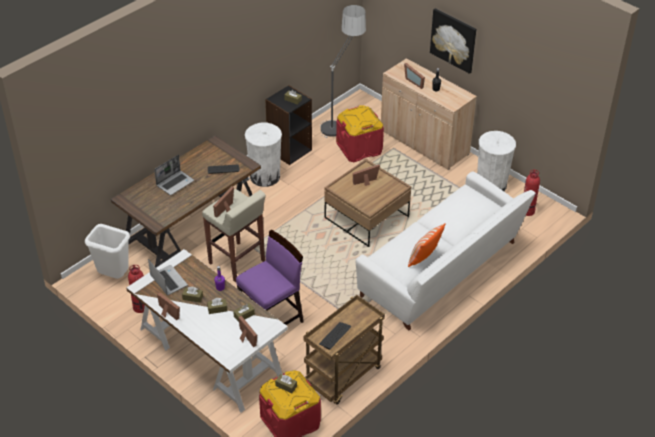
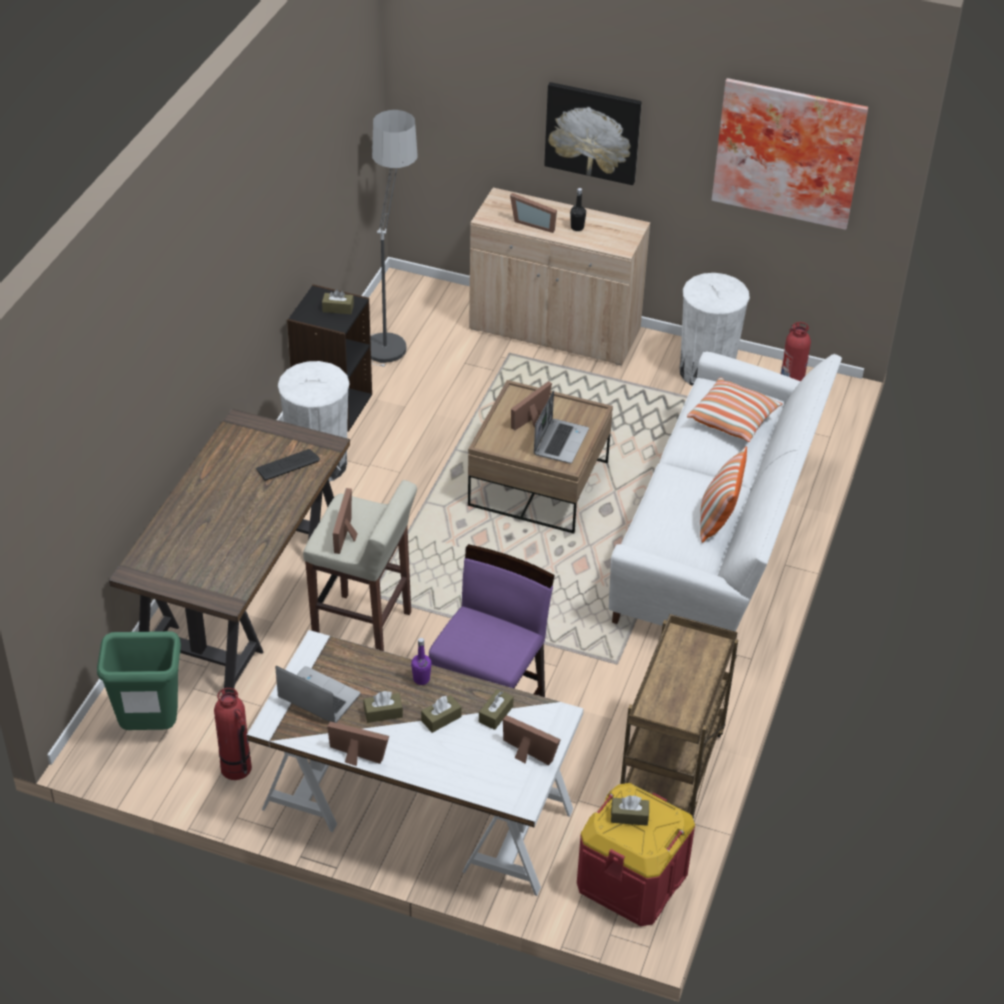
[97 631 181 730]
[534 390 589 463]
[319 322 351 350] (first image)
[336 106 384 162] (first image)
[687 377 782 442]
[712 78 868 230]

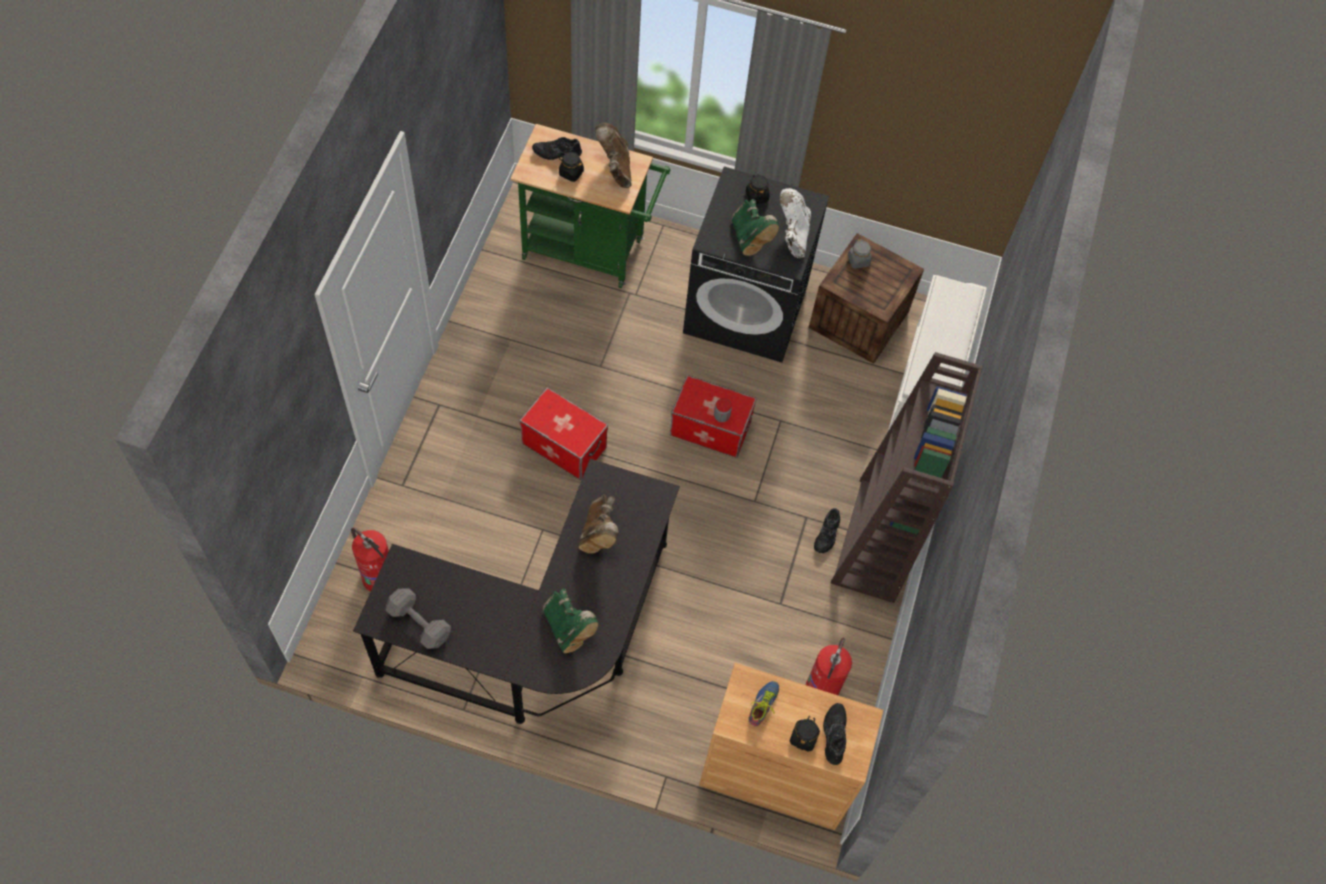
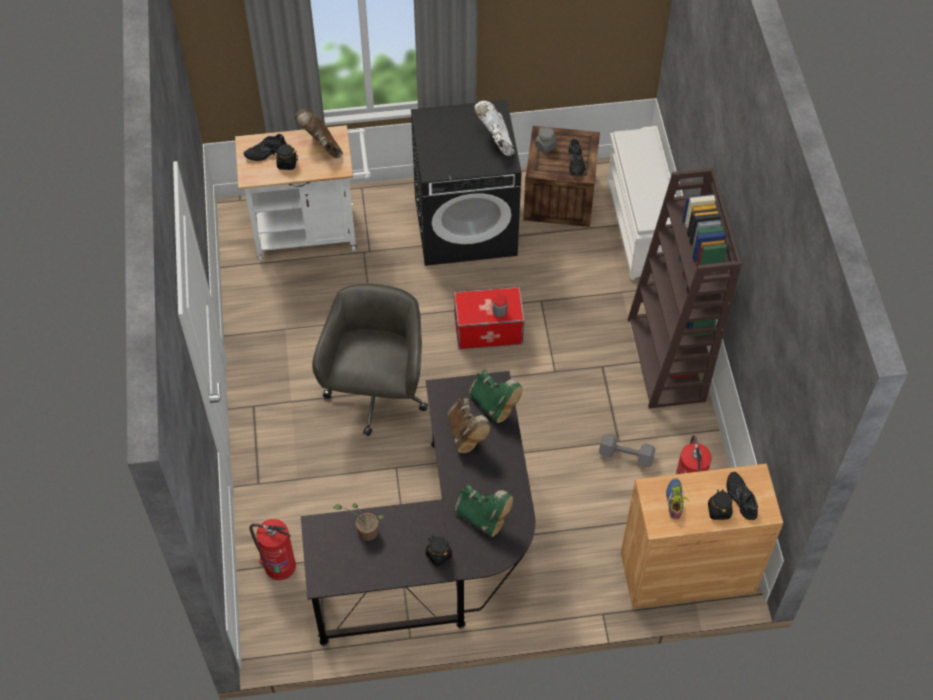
[599 434 655 467]
[235 125 371 261]
[312 283 428 436]
[468 370 523 423]
[426 535 452 566]
[569 138 585 176]
[333 503 385 541]

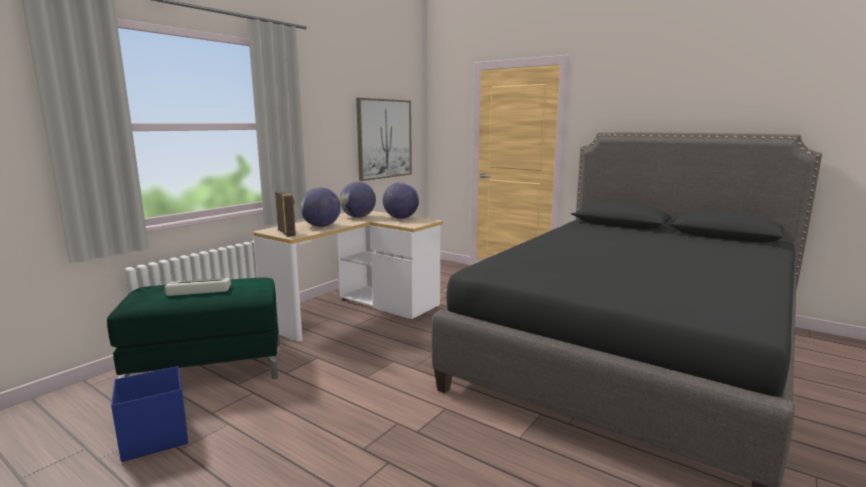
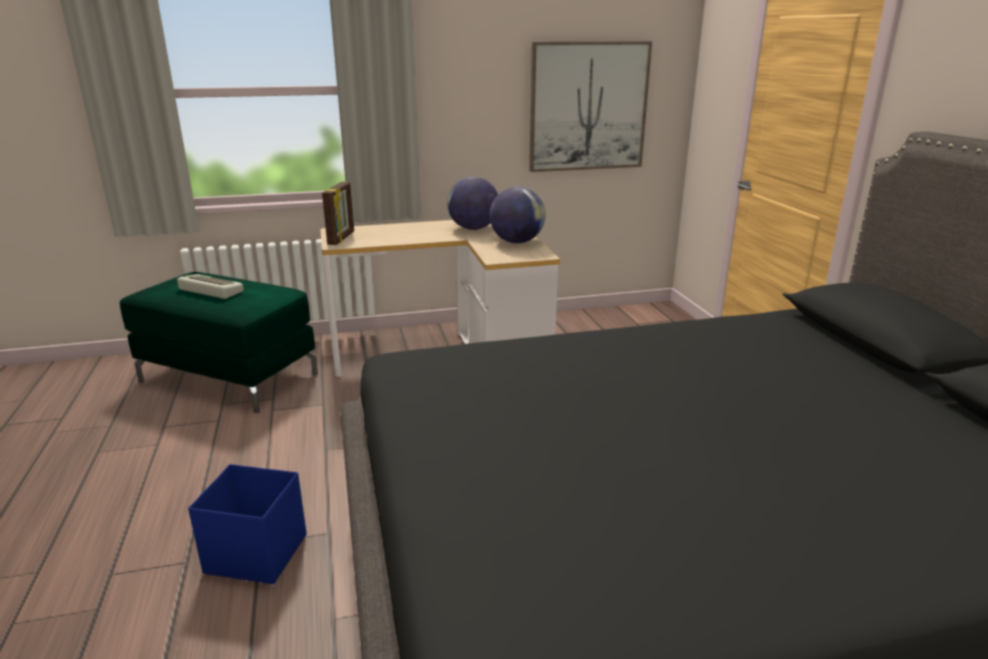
[188 464 307 584]
[300 187 341 227] (first image)

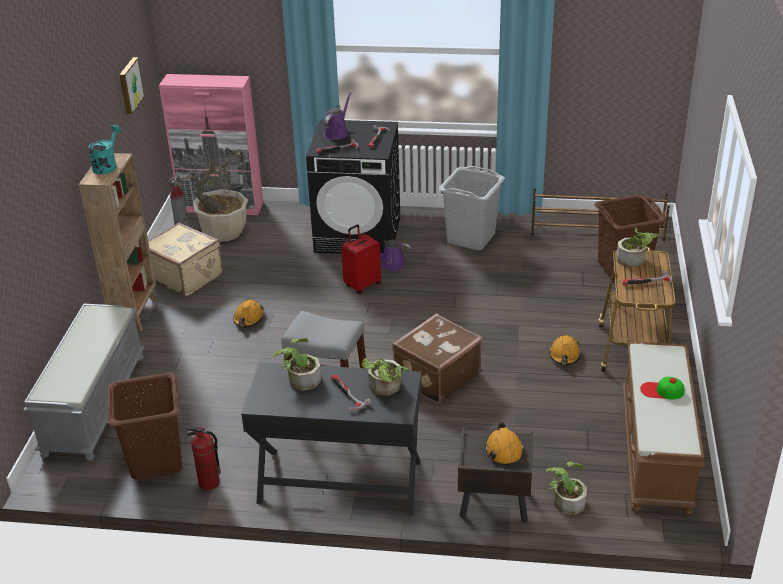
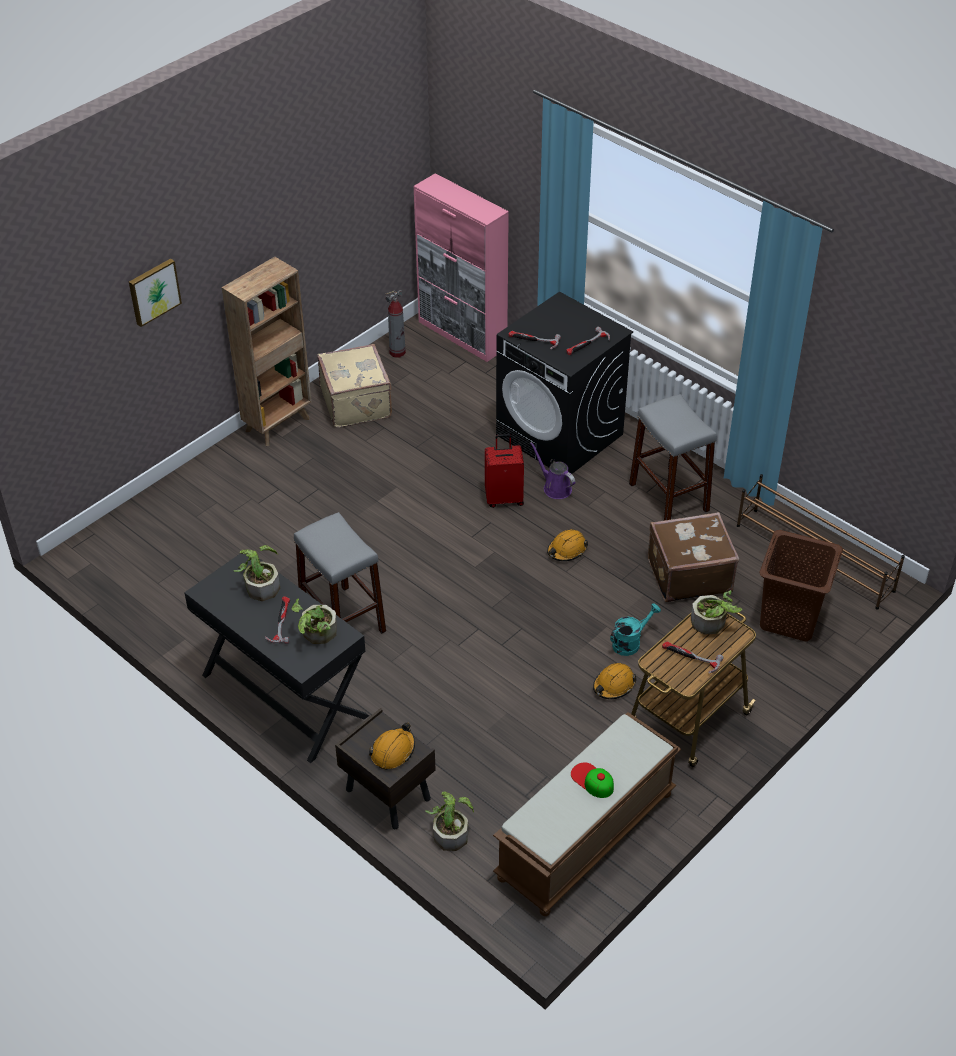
[23 304 145 461] (first image)
[610 603 661 656]
[108 372 182 480] (first image)
[129 258 182 327]
[179 149 248 242] (first image)
[186 426 221 490] (first image)
[547 529 588 561]
[324 93 351 140] (first image)
[648 512 739 602]
[629 394 717 520]

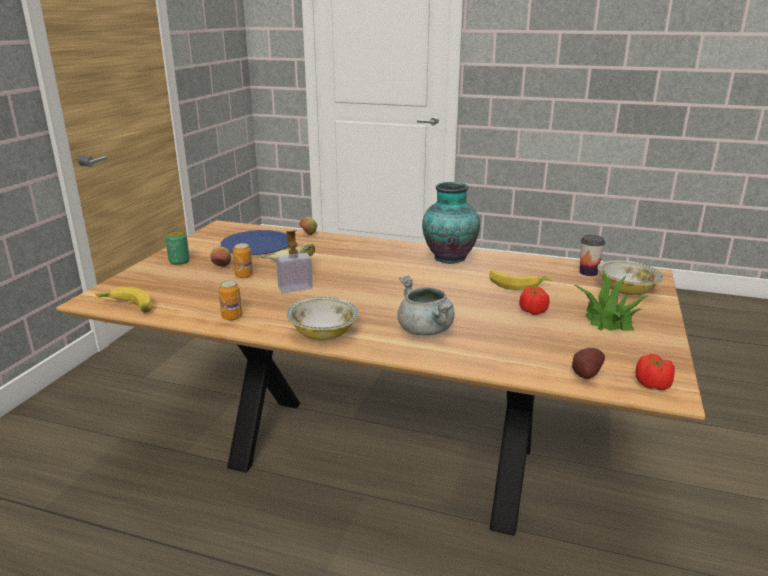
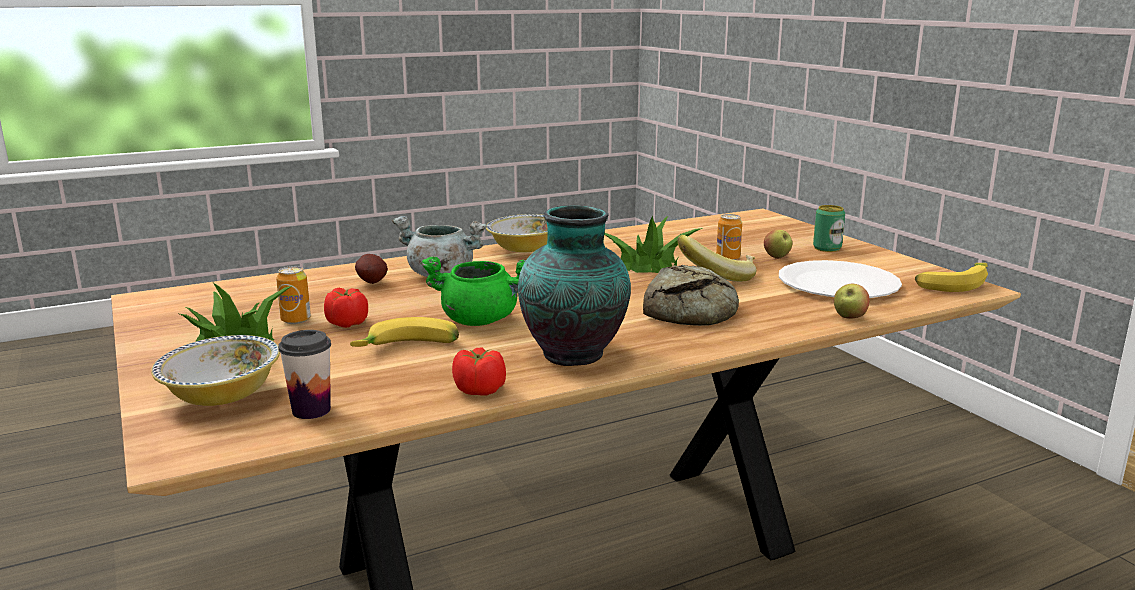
[915 263 988 292]
[276 266 311 324]
[779 260 902 298]
[604 215 703 273]
[355 254 388 284]
[452 347 506 396]
[421 256 526 326]
[643 265 739 326]

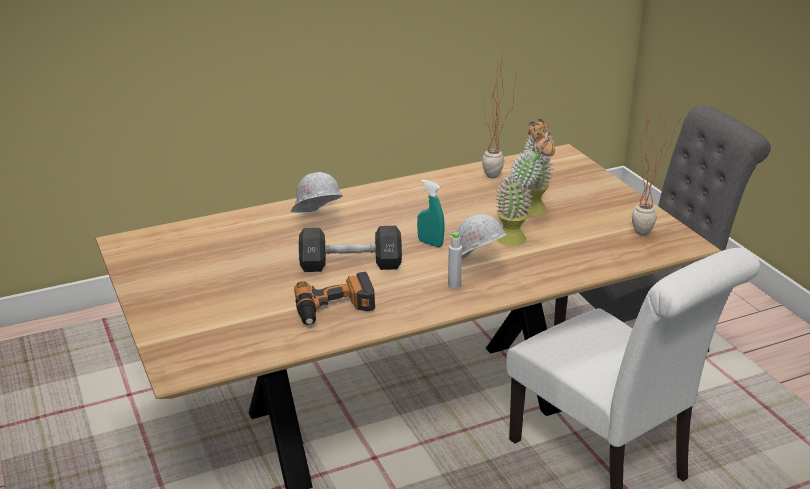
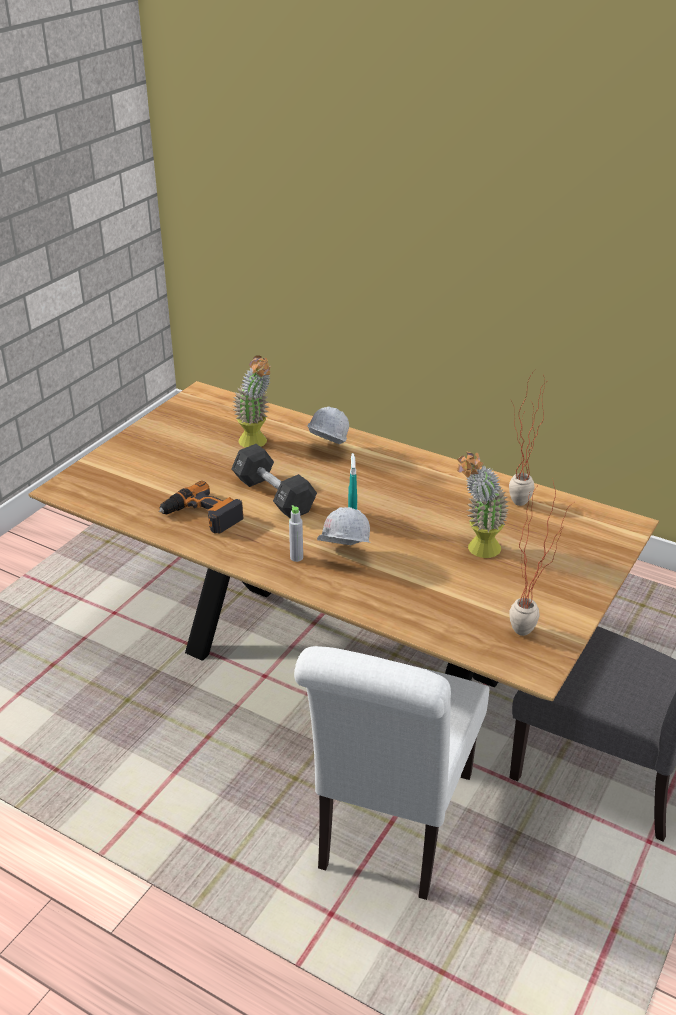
[233 355 271 448]

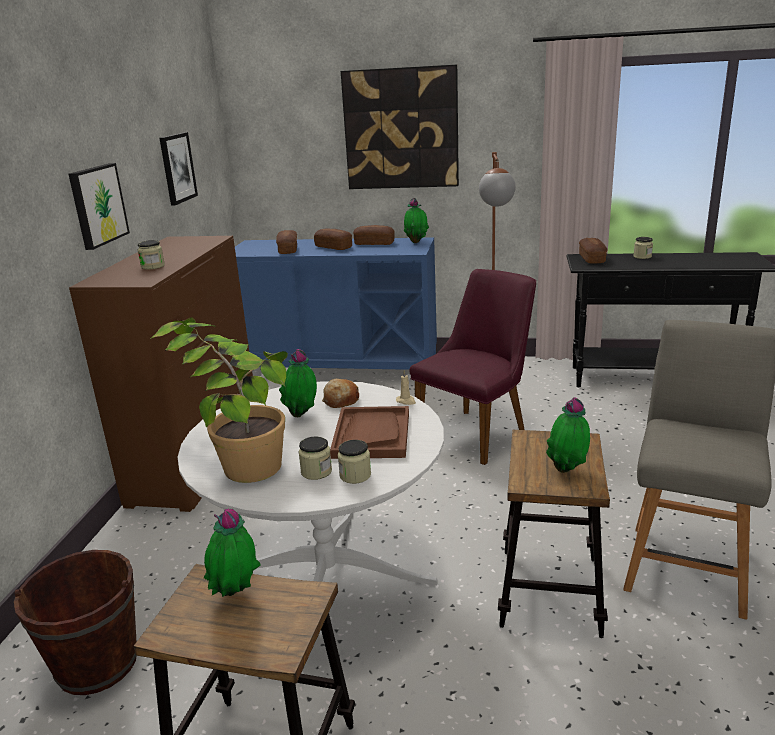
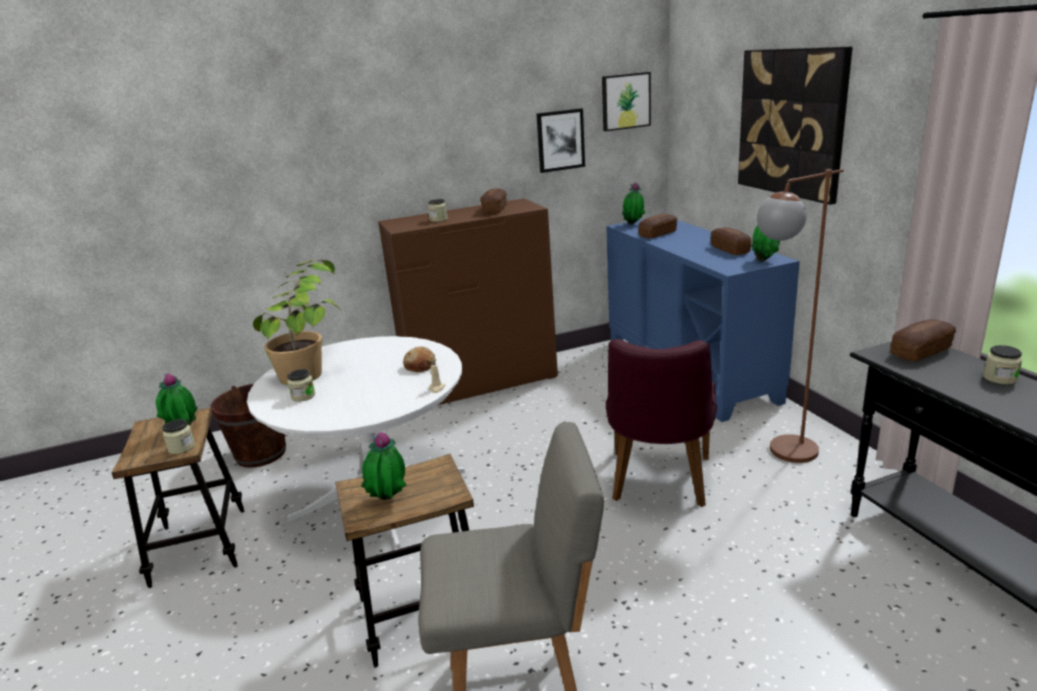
[602 72 651 131]
[622 182 645 224]
[480 188 507 214]
[330 406 409 459] (first image)
[162 419 195 454]
[606 339 717 507]

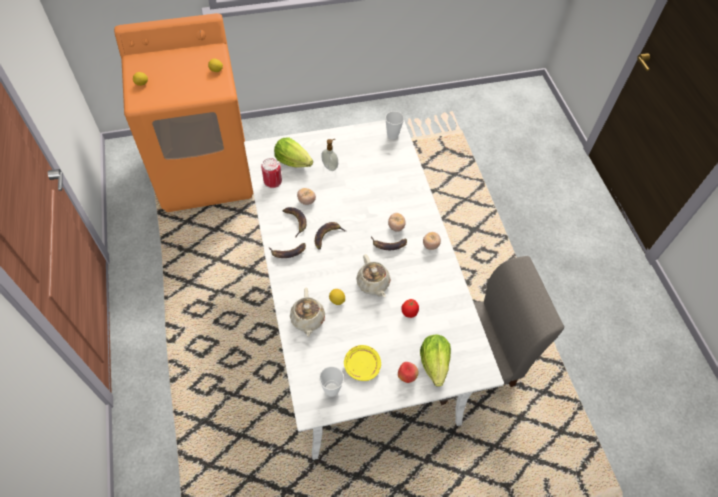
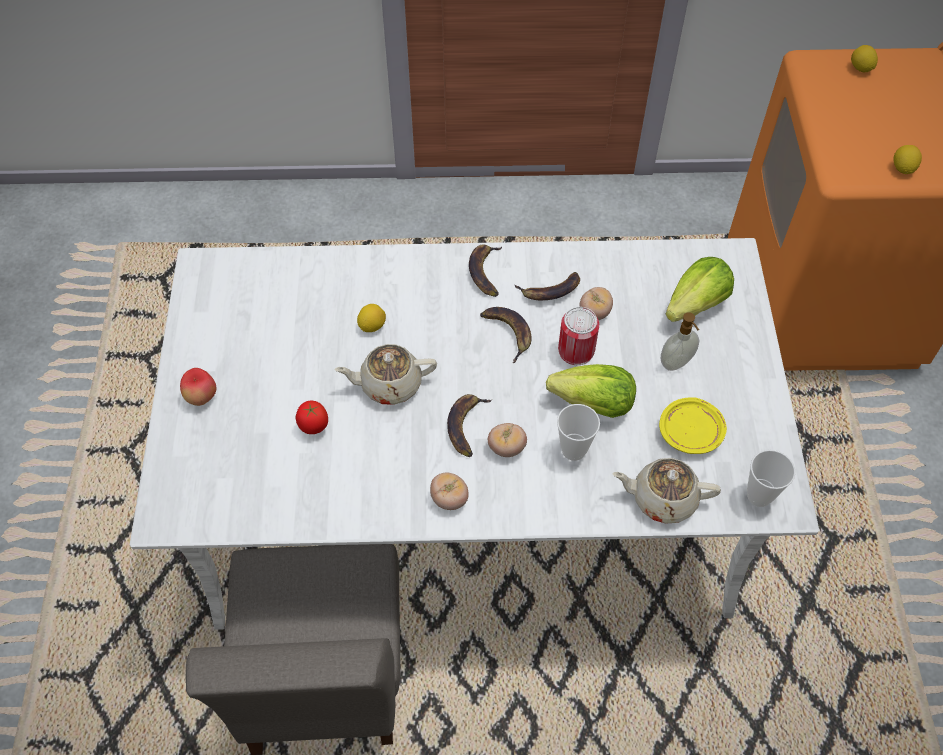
[558 307 599 365]
[612 458 721 524]
[557 404 600 461]
[659 397 727 454]
[546 364 636 418]

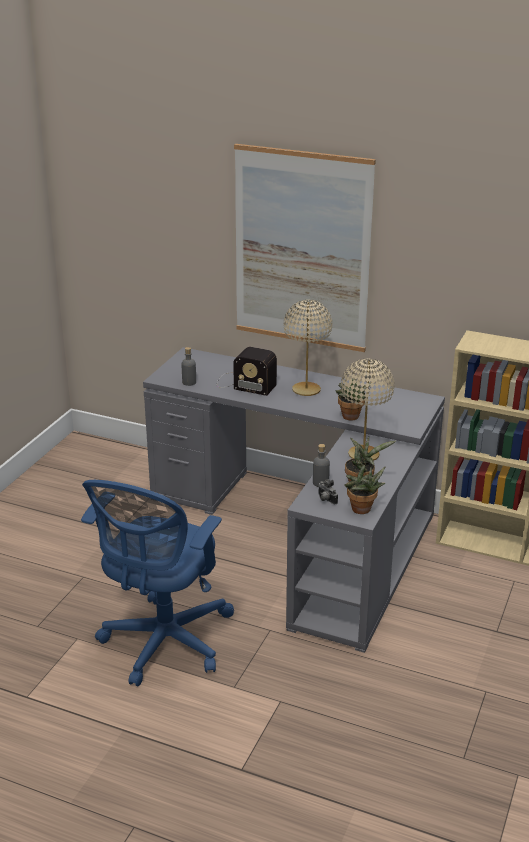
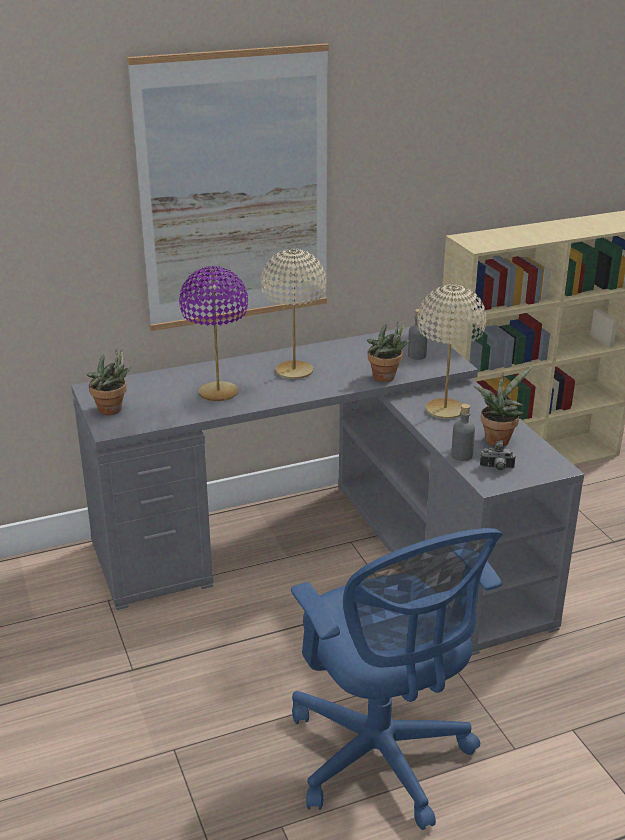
[408 309 428 360]
[179 266 248 401]
[87 349 131 415]

